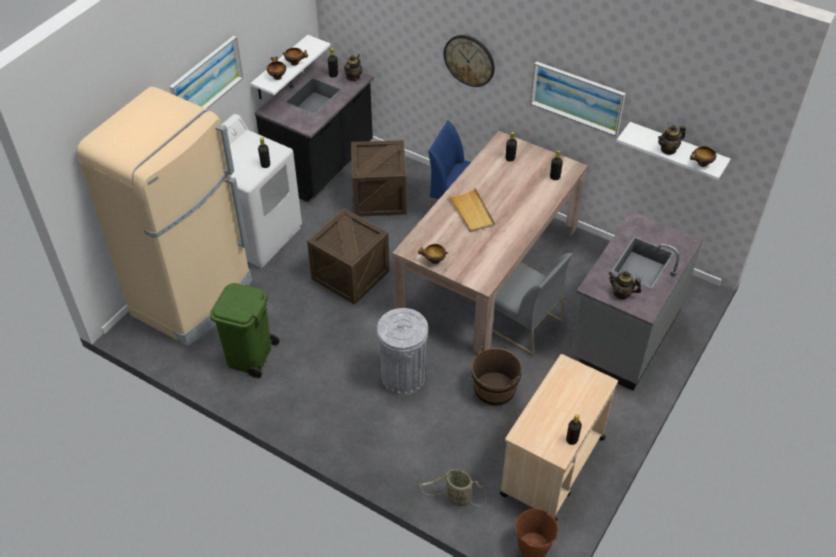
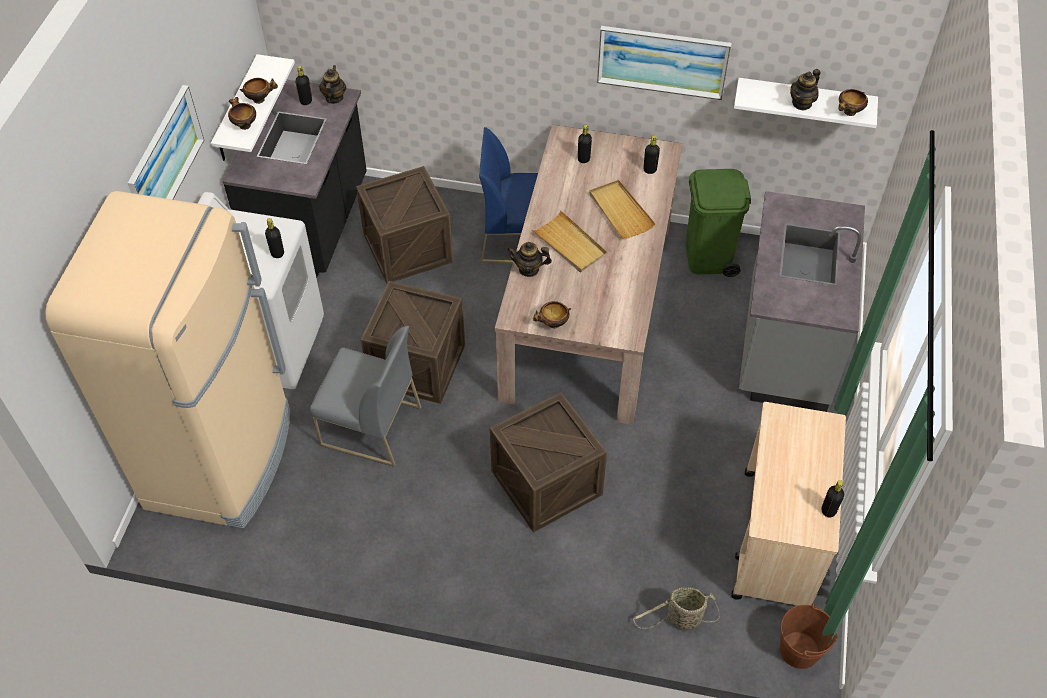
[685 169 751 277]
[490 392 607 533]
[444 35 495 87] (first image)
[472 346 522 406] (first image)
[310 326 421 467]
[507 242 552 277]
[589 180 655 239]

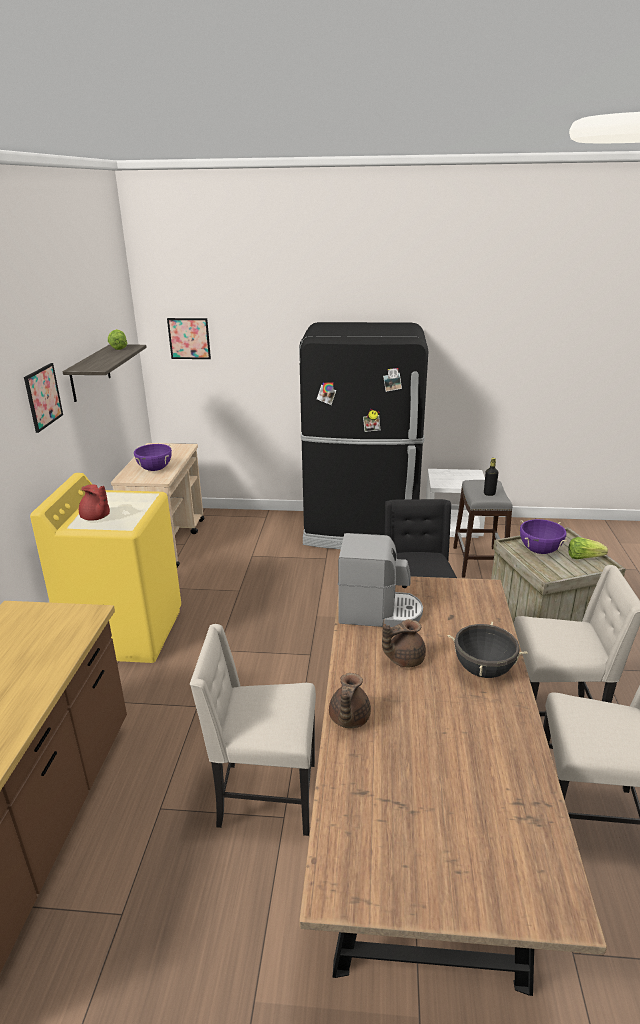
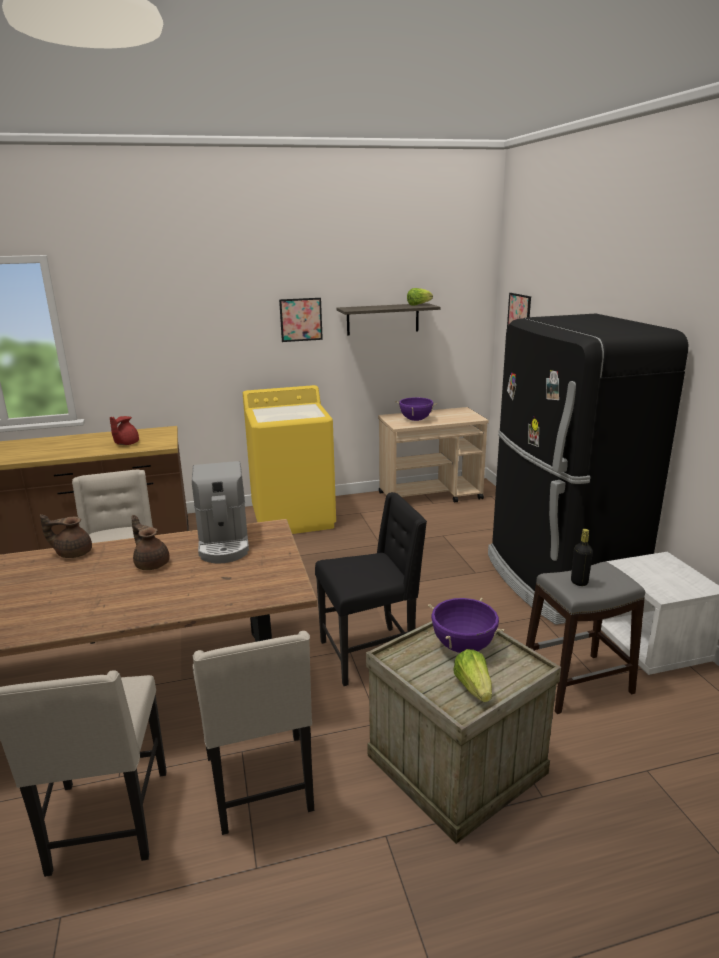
[110 416 139 445]
[448 622 528 678] (first image)

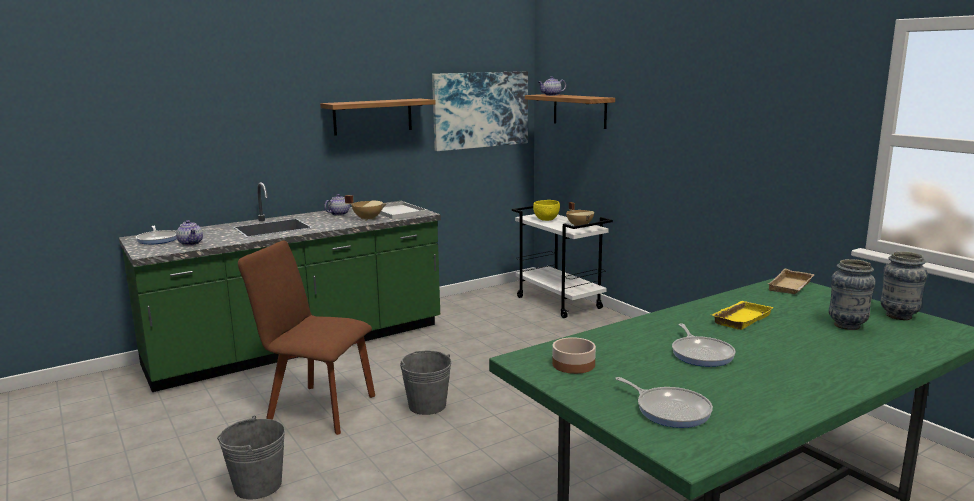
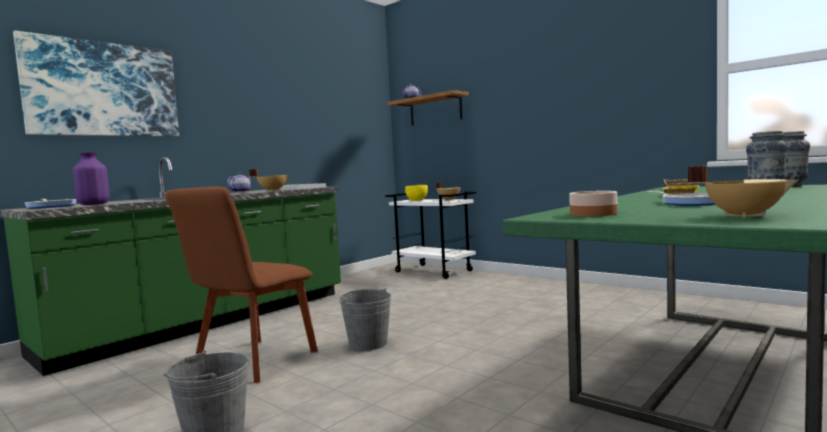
[73 152 110 205]
[165 187 318 383]
[320 99 436 136] (first image)
[13 31 179 136]
[688 166 799 218]

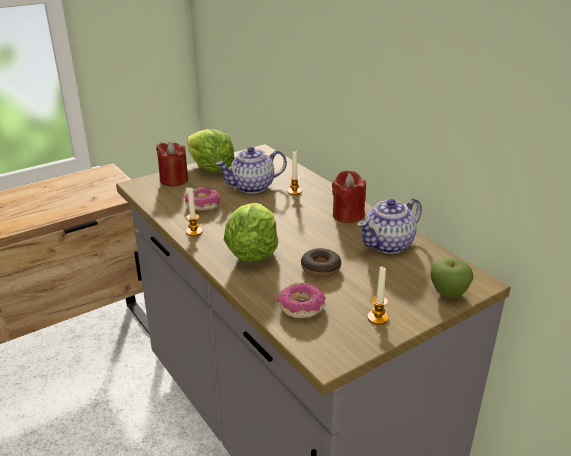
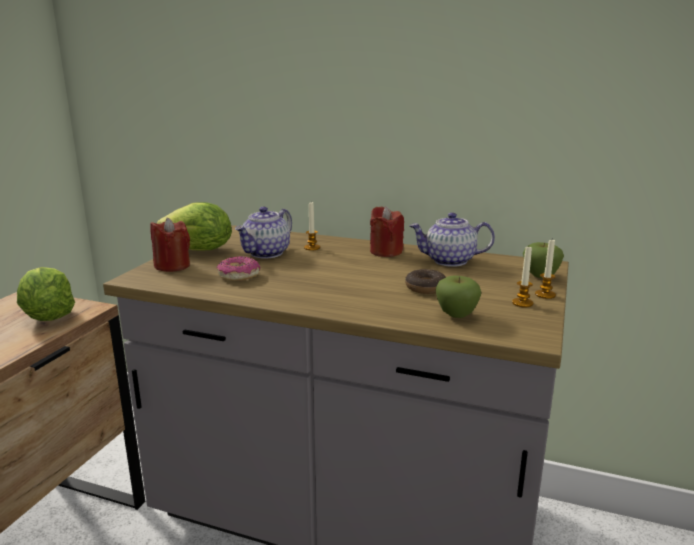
[535 240 556 299]
[17 267 75 321]
[436 276 481 318]
[409 212 495 267]

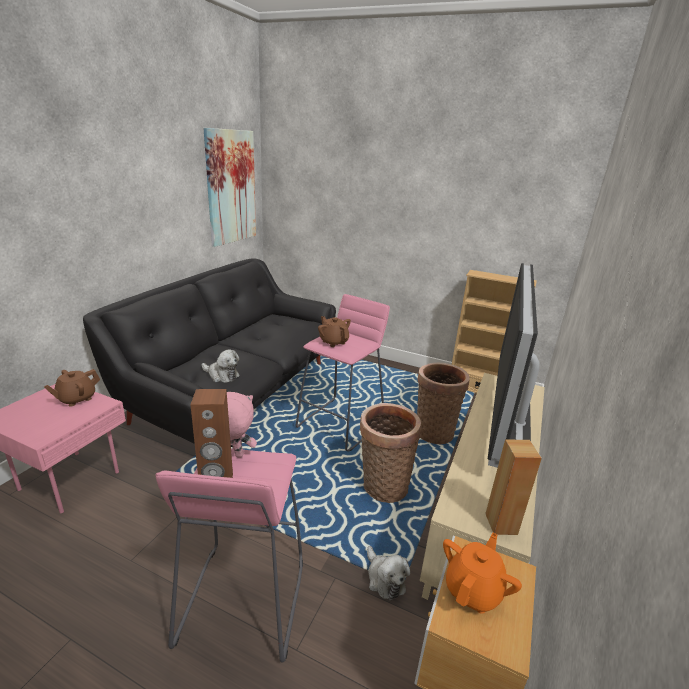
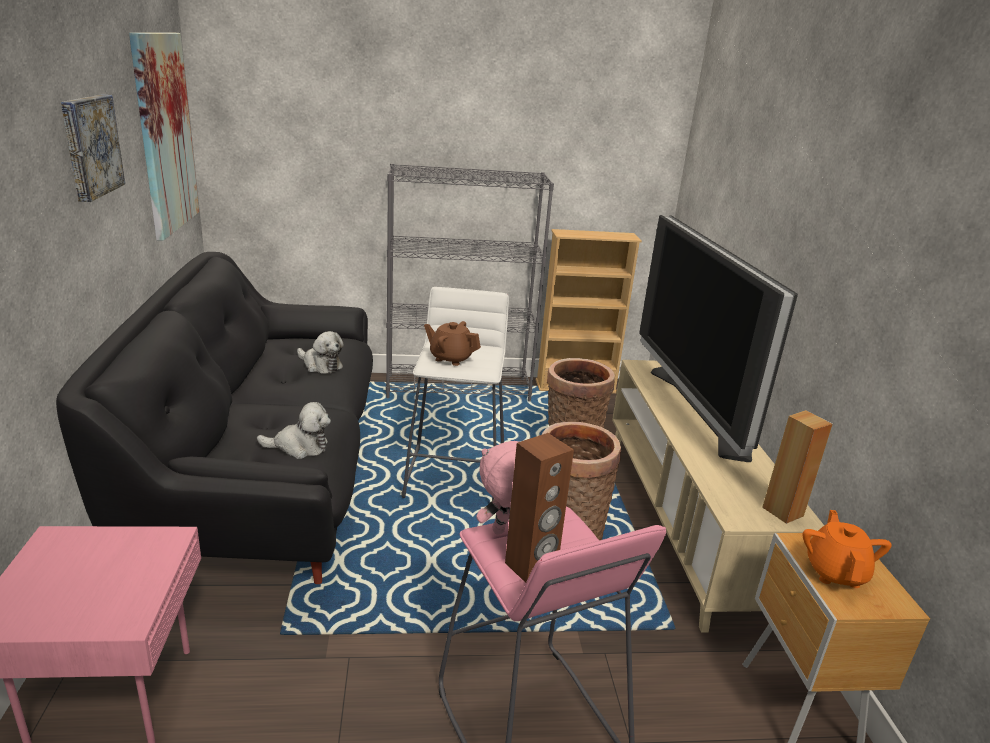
[44 369 100 407] (first image)
[401 287 509 500]
[297 331 344 374]
[61 94 125 202]
[386 163 554 402]

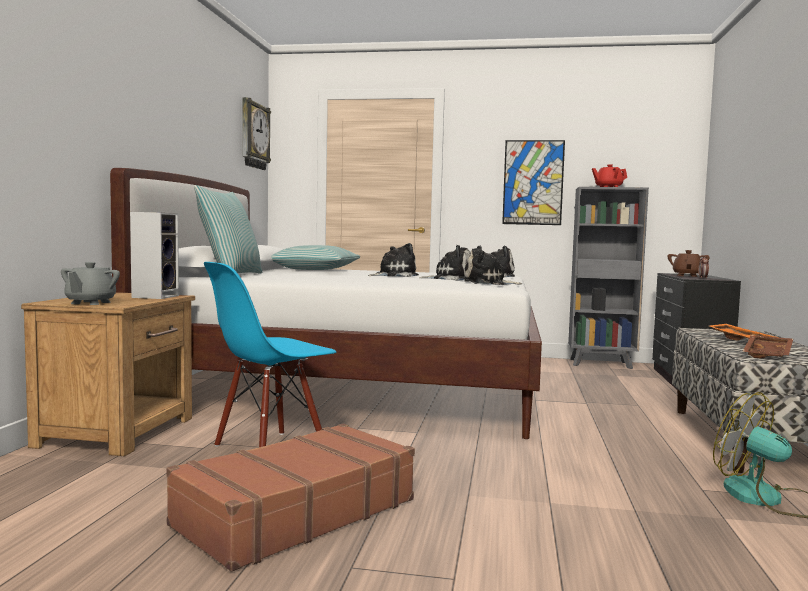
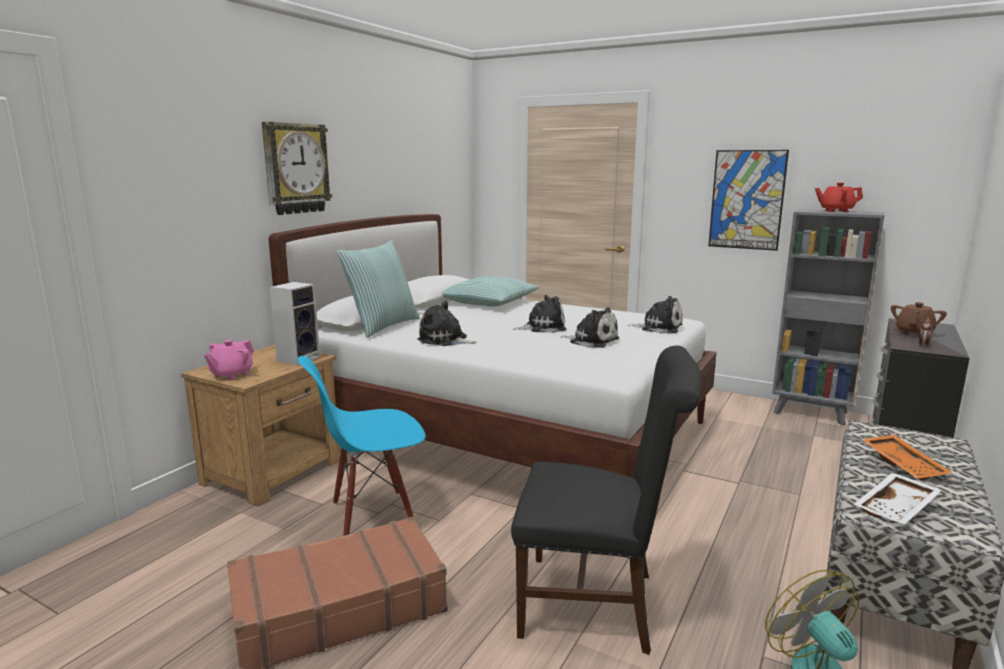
[204 340 254 380]
[262 122 332 215]
[417 301 477 346]
[853 473 942 524]
[511 346 702 655]

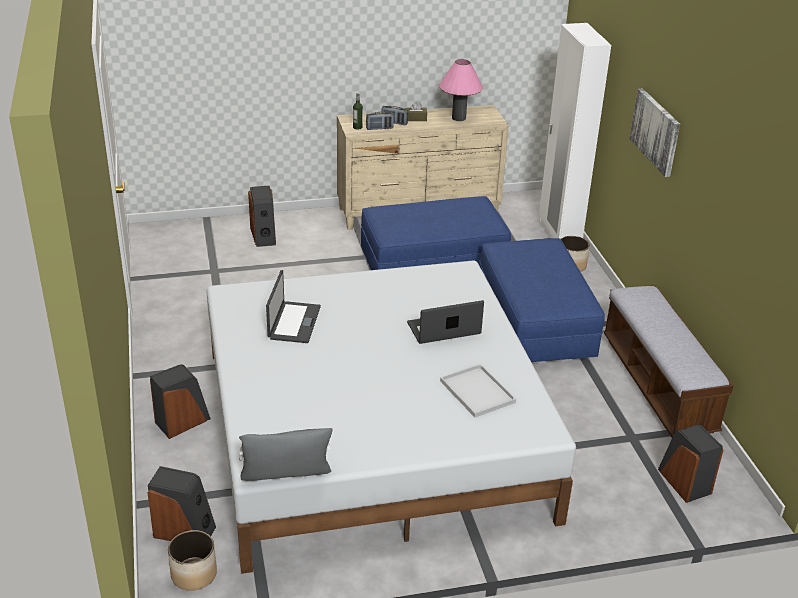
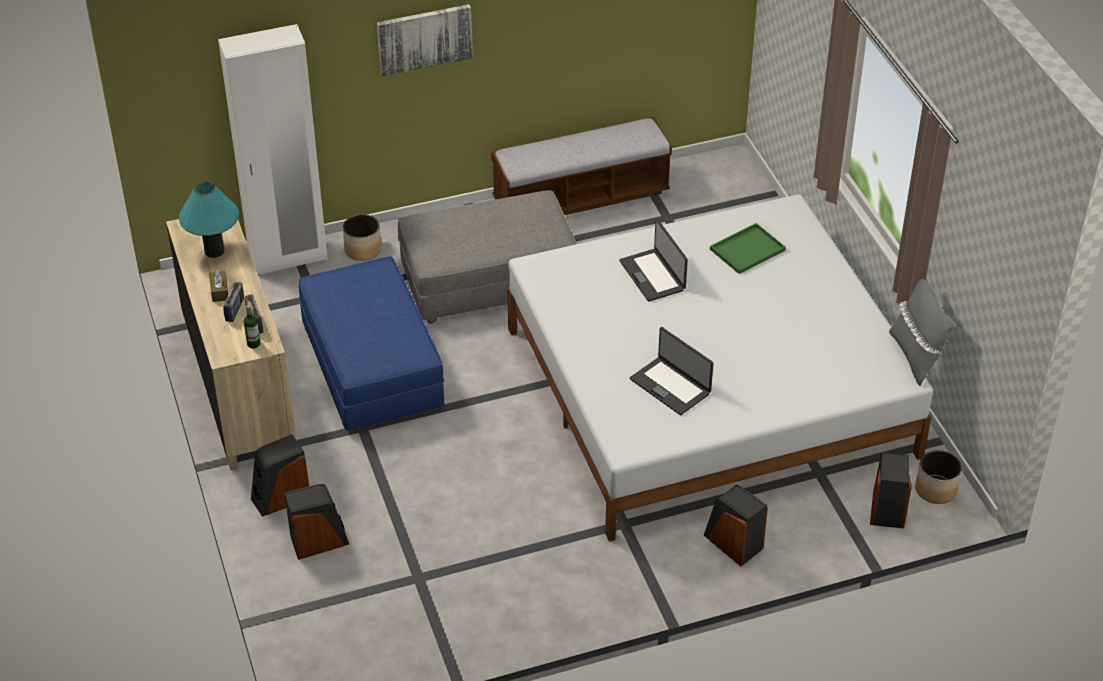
[630 327 713 415]
[179 182 239 258]
[710 223 786 274]
[398 190 577 324]
[251 434 309 517]

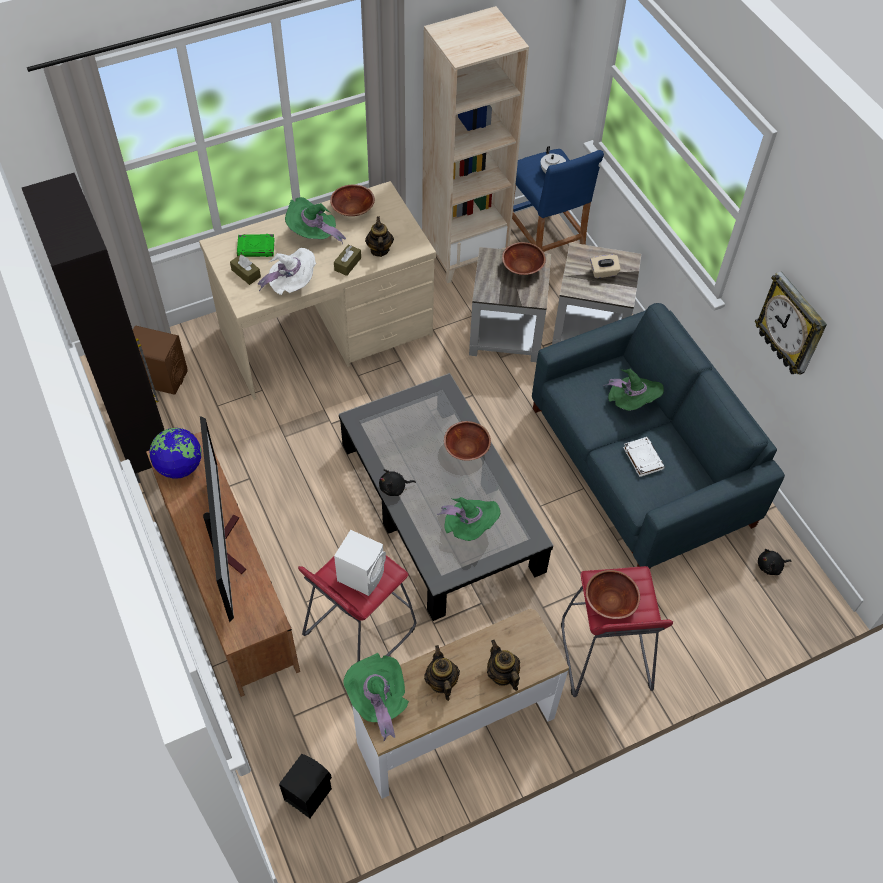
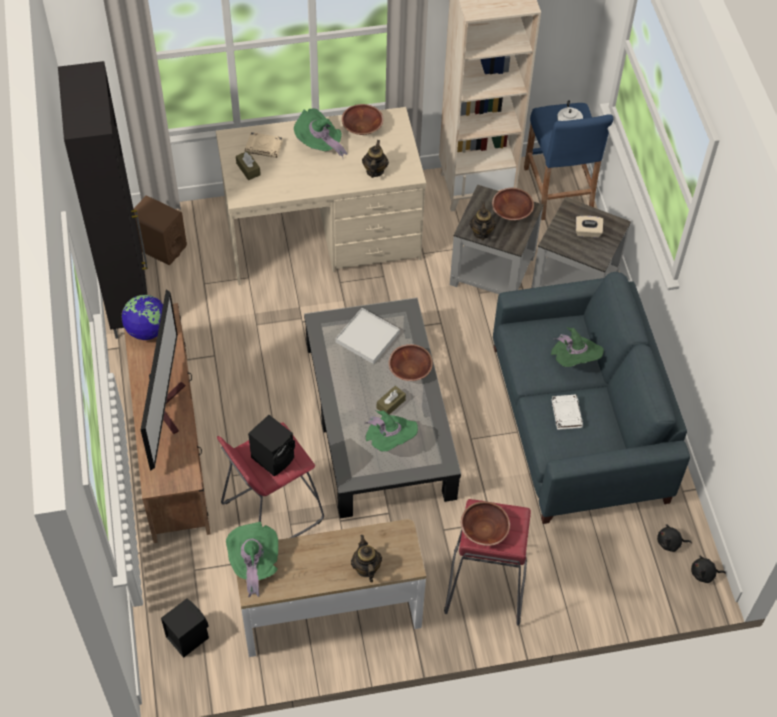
[245 132 283 158]
[258 248 316 295] (first image)
[377 386 406 415]
[248 415 295 476]
[691 556 726 583]
[469 202 496 241]
[755 271 827 375] (first image)
[335 308 400 364]

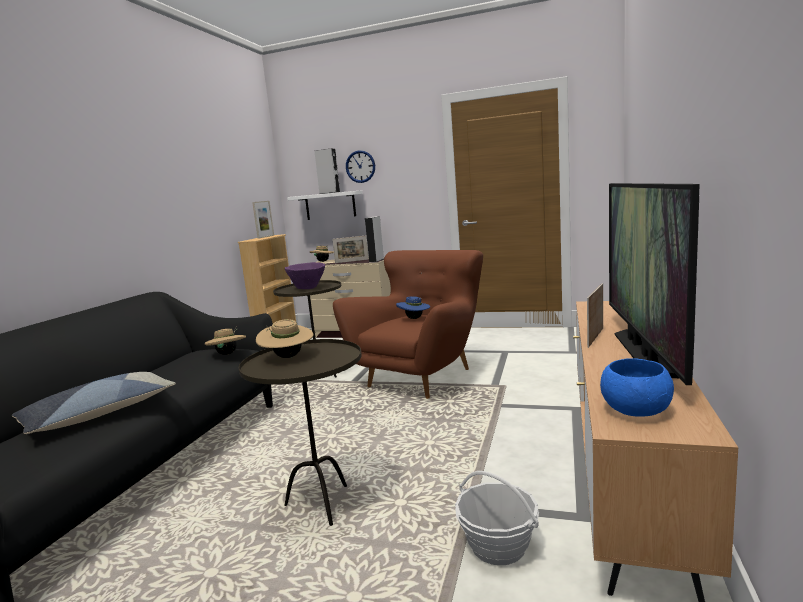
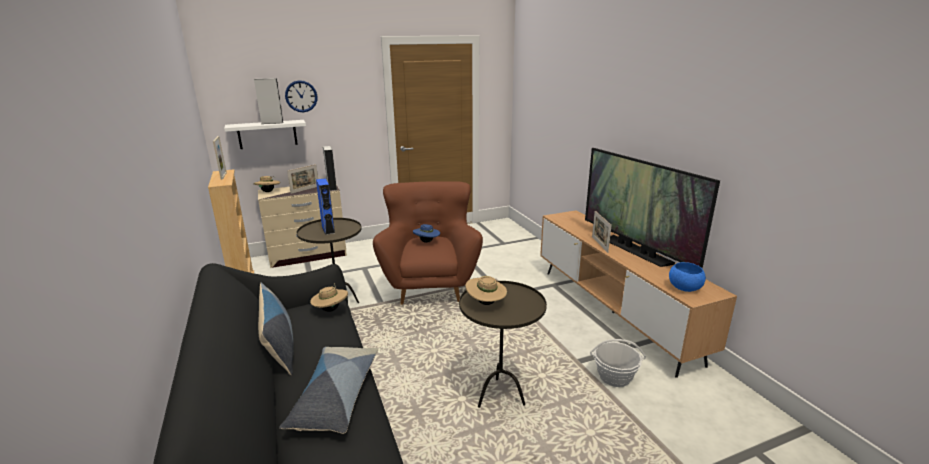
[316 178 335 235]
[258 283 293 375]

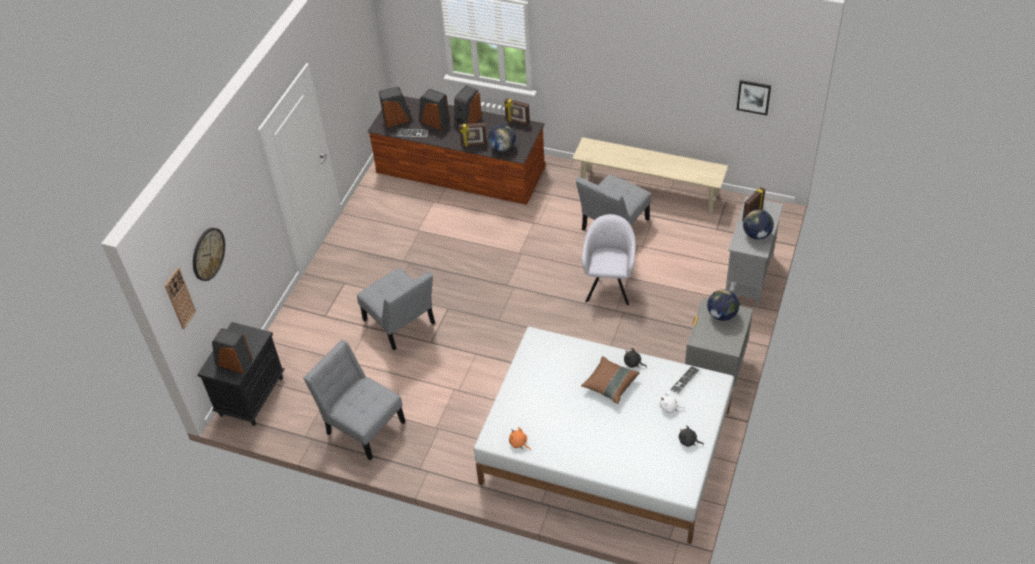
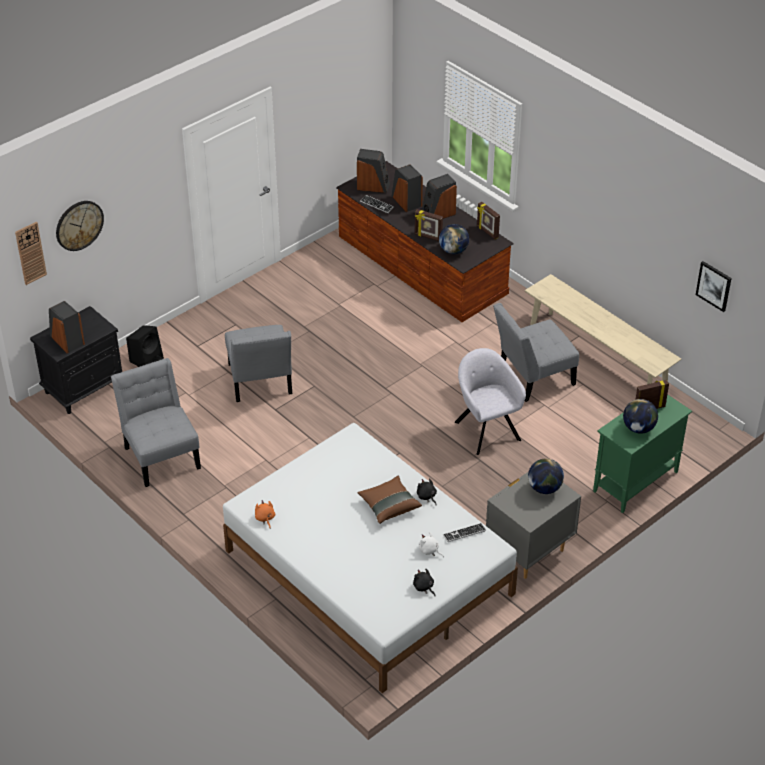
[455 348 526 455]
[593 394 692 513]
[126 325 164 367]

